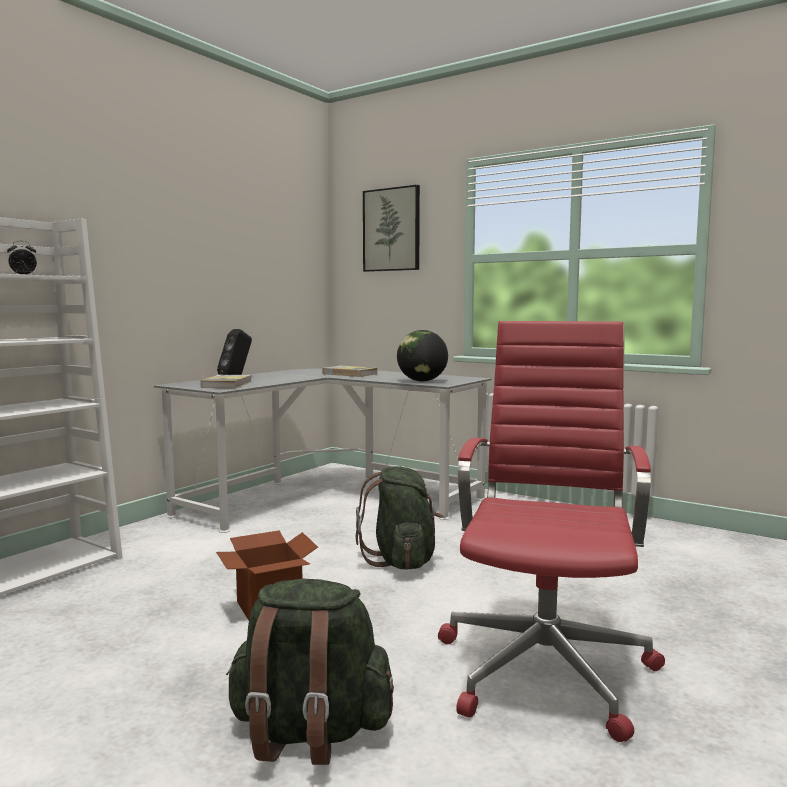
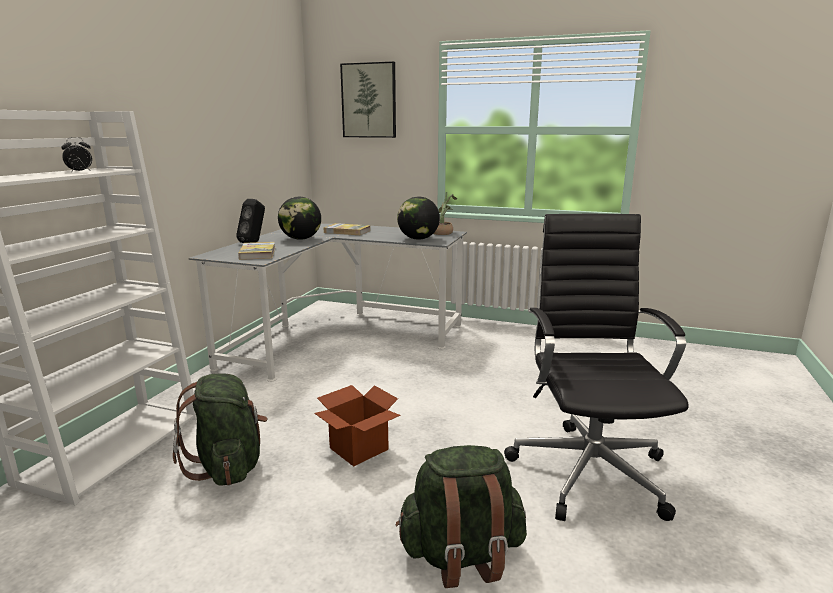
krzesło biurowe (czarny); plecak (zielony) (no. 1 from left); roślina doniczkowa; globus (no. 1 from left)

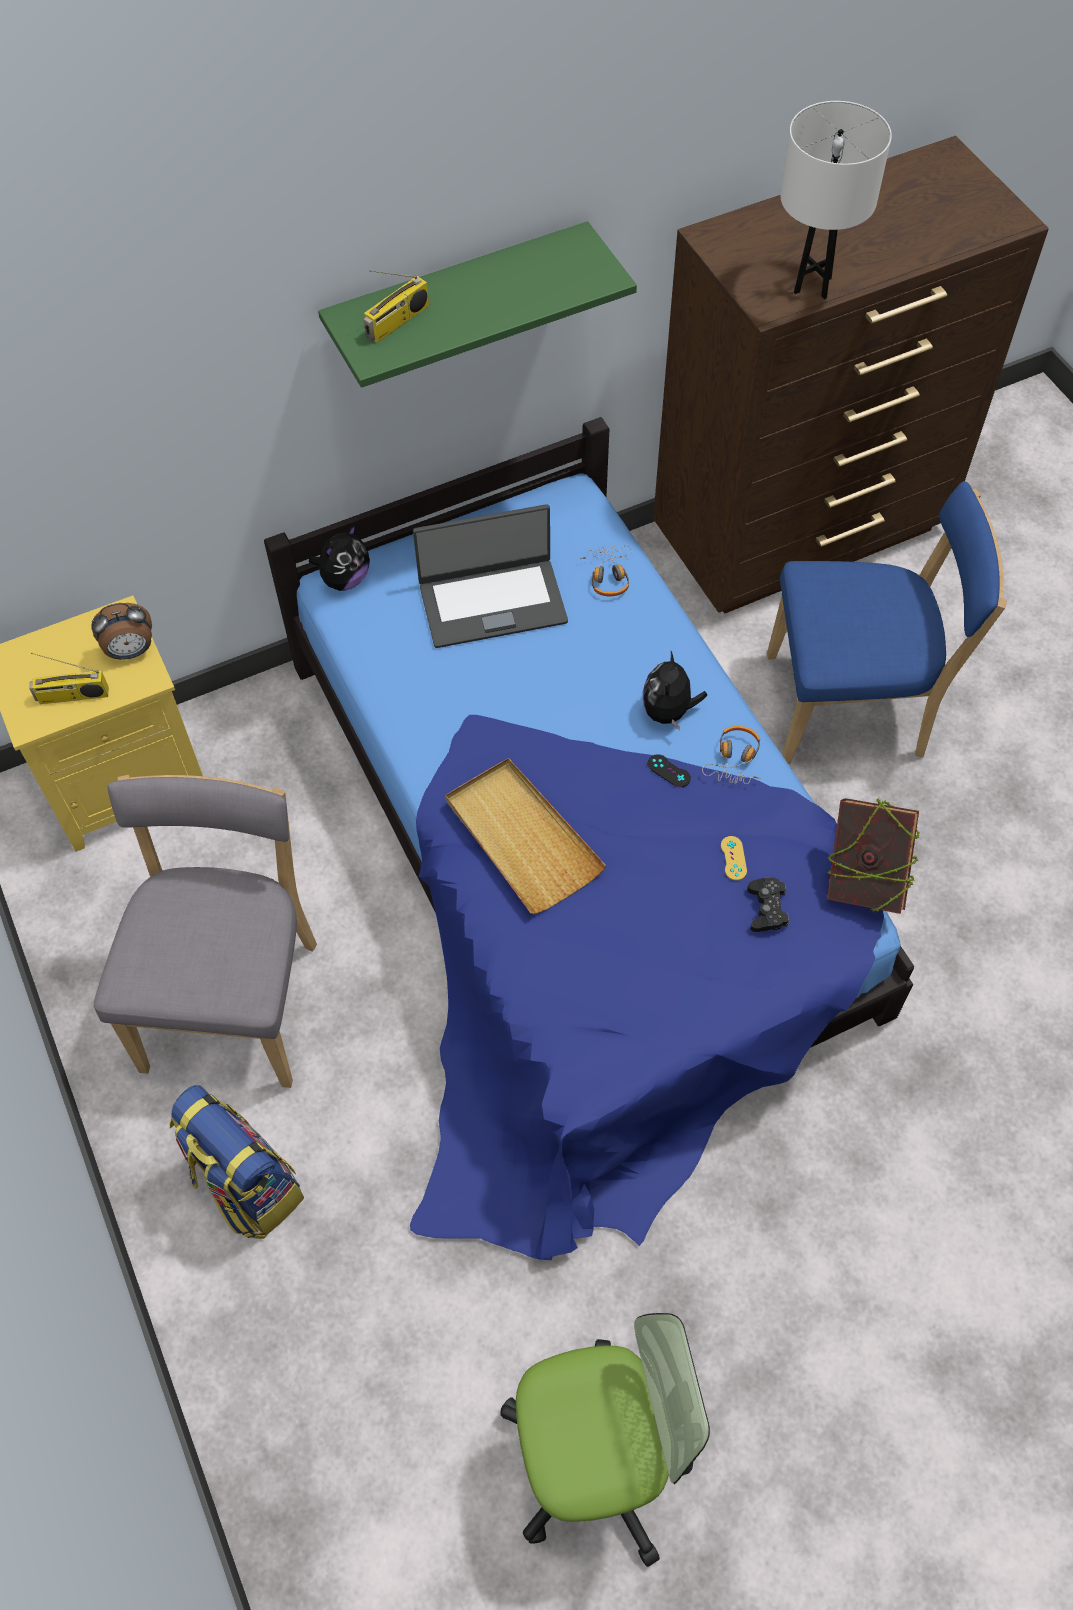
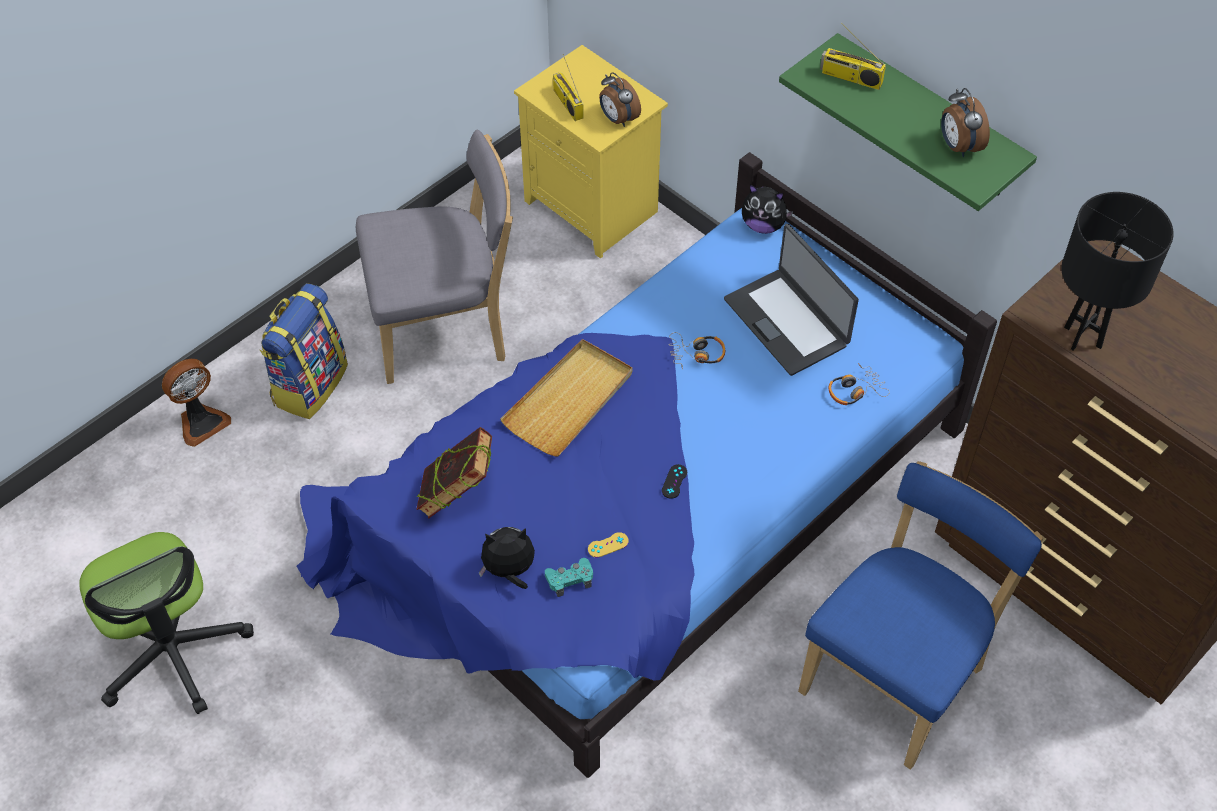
lampa stołowa (czarny); krzesło (niebieski); pluszak (no. 1 from left); słuchawki (no. 1 from left); książka; pad do gier (turkusowy); budzik (no. 2 from left); wentylator

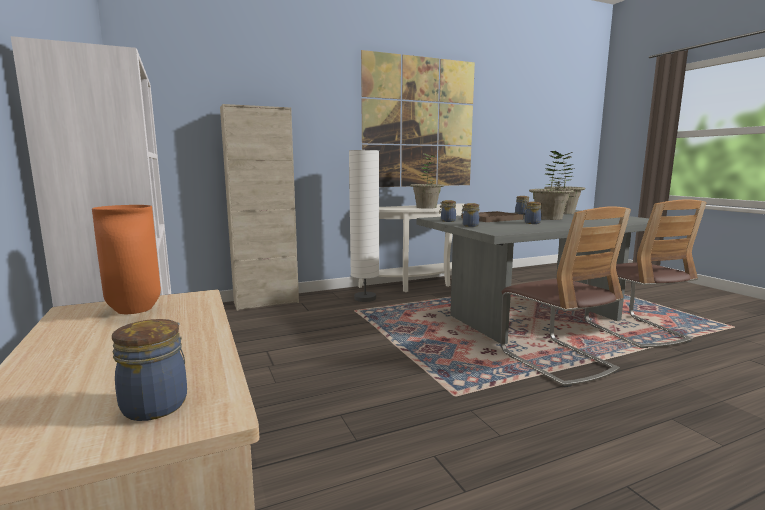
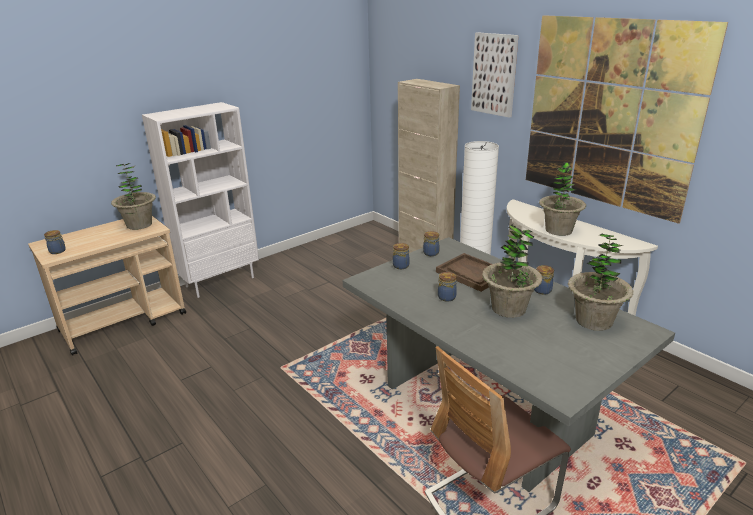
roślina doniczkowa (no. 1 from left); krzesło (no. 1 from left in the first image); obraz (no. 1 from left)

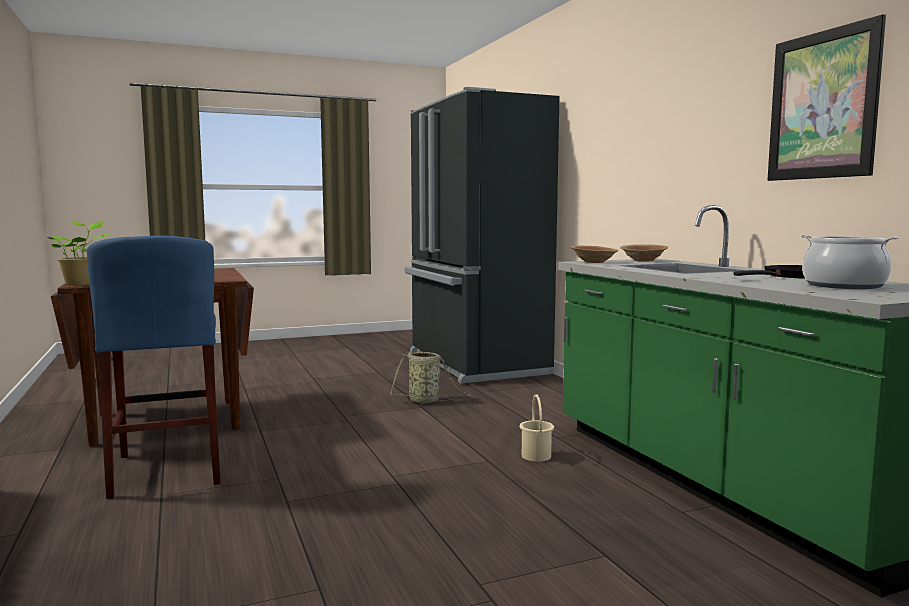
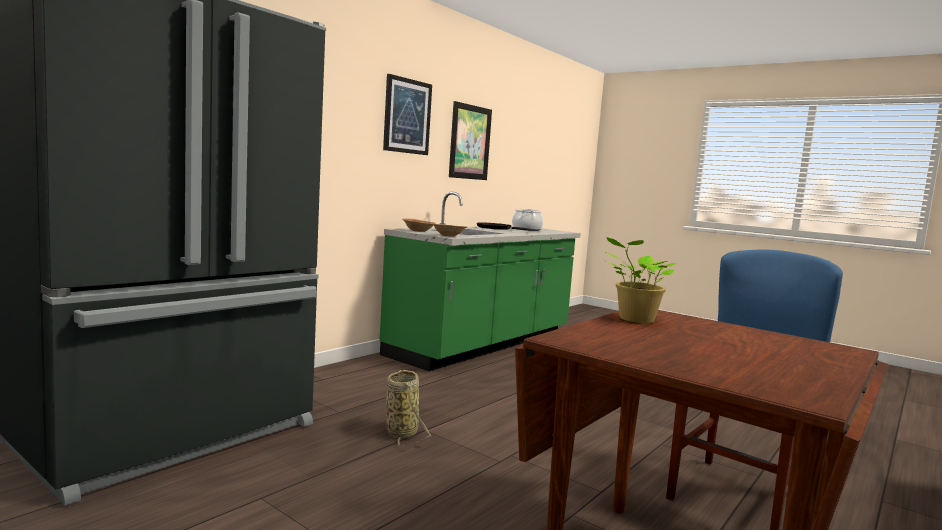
roślina doniczkowa; wiadro (beżowy); obraz (no. 1 from left)

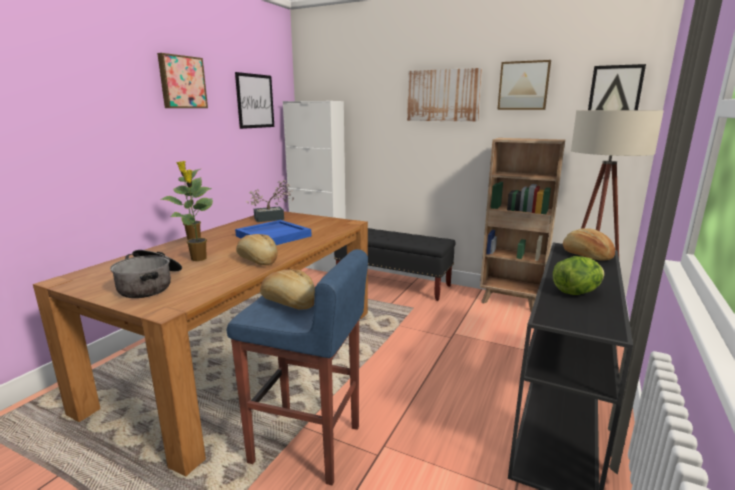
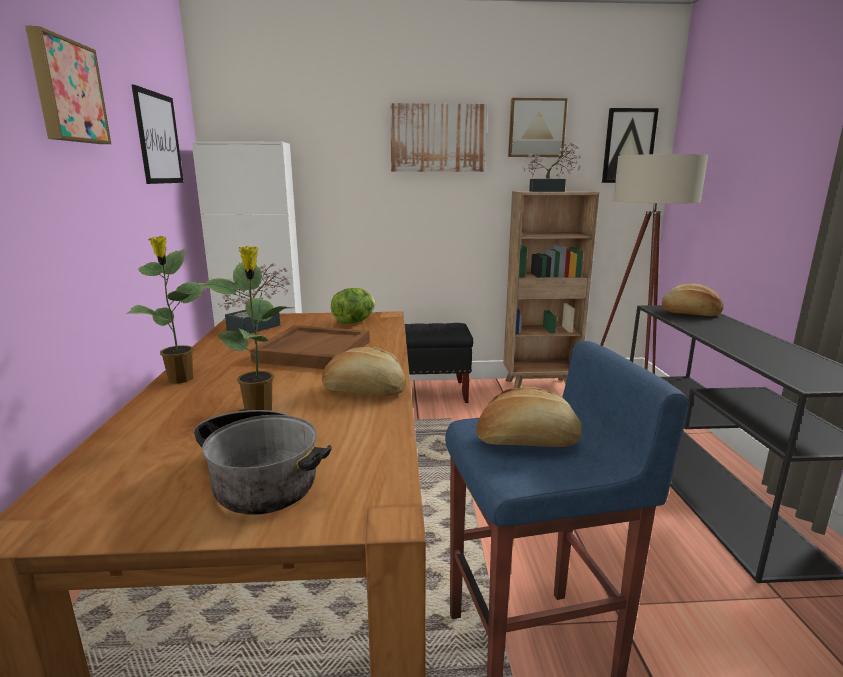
taca (brązowy); sałata; roślina doniczkowa (no. 4 from left)

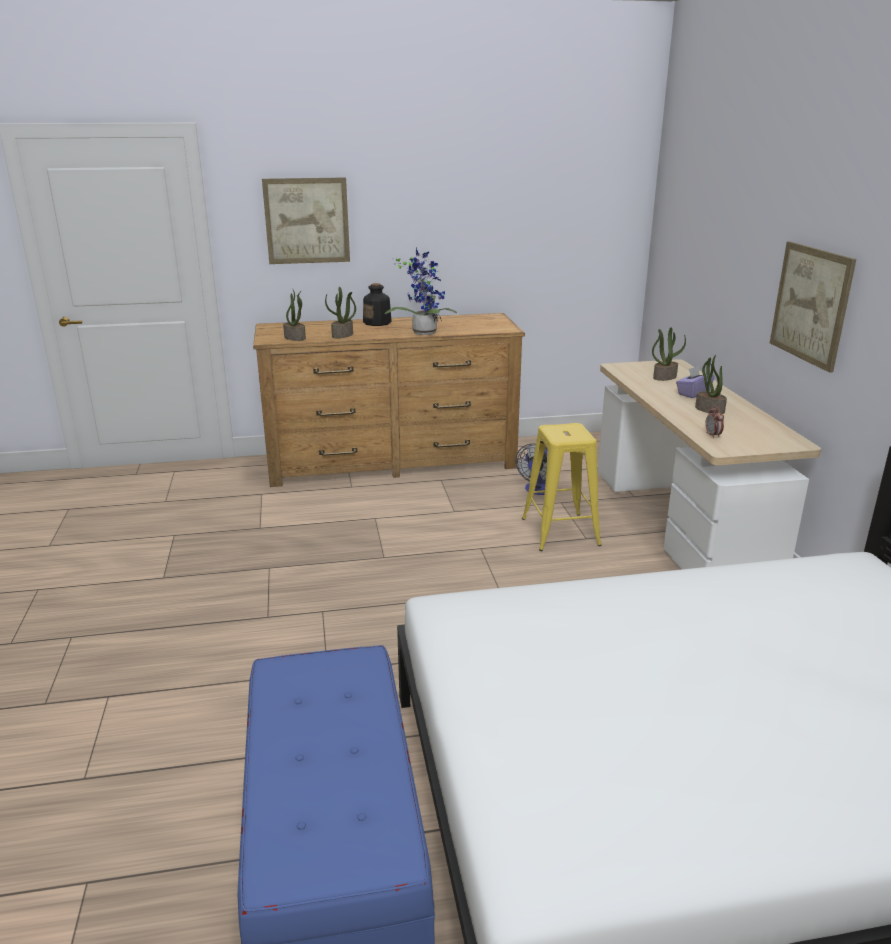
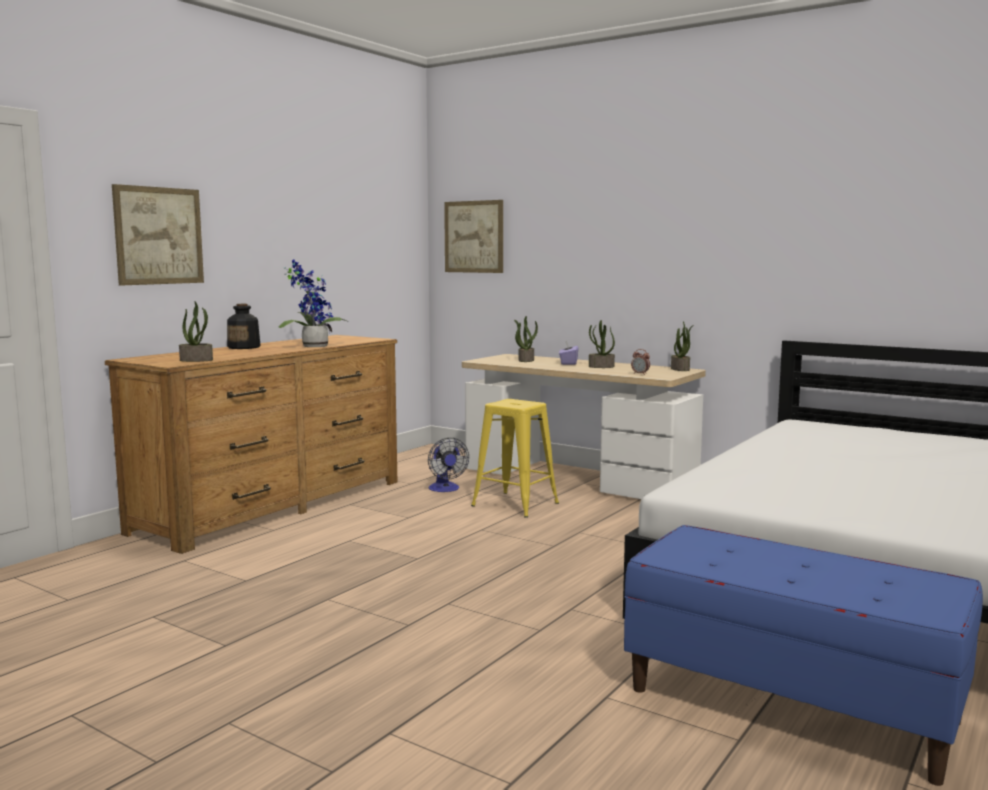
obraz (no. 2 from left); roślina doniczkowa (no. 5 from left)

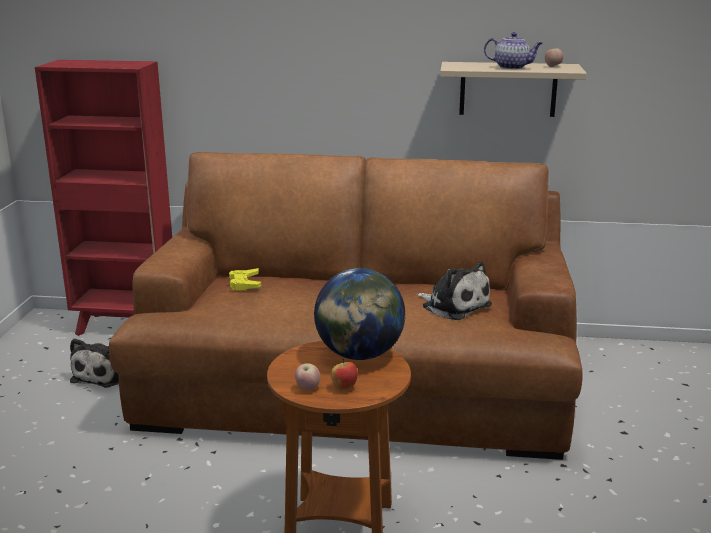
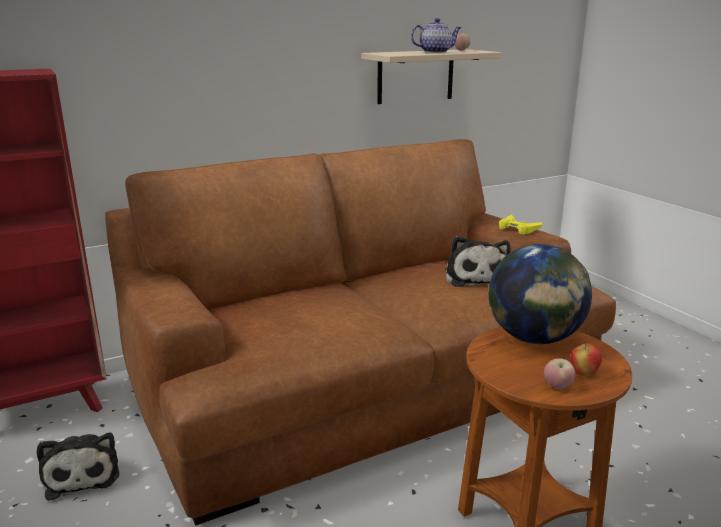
pluszak (no. 2 from left); pad do gier (żółty)

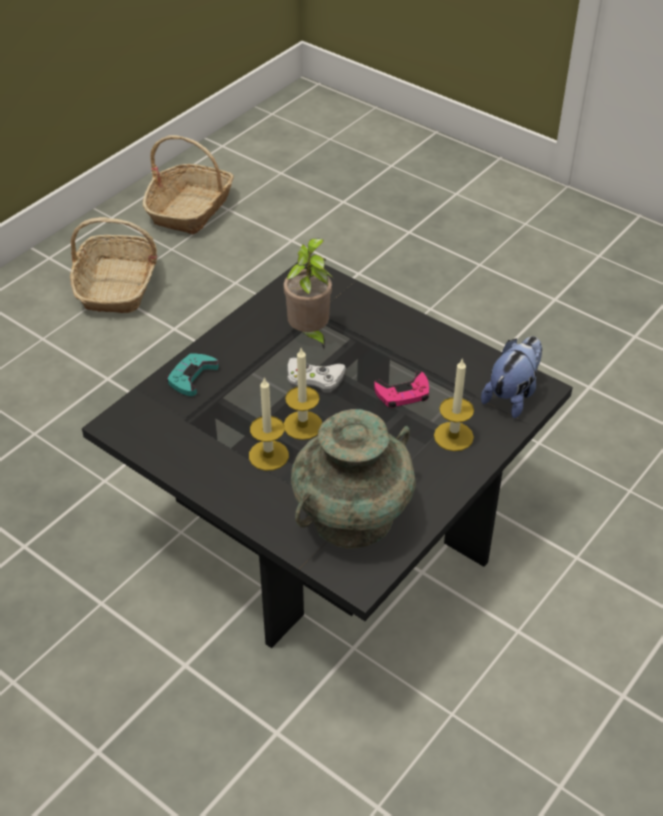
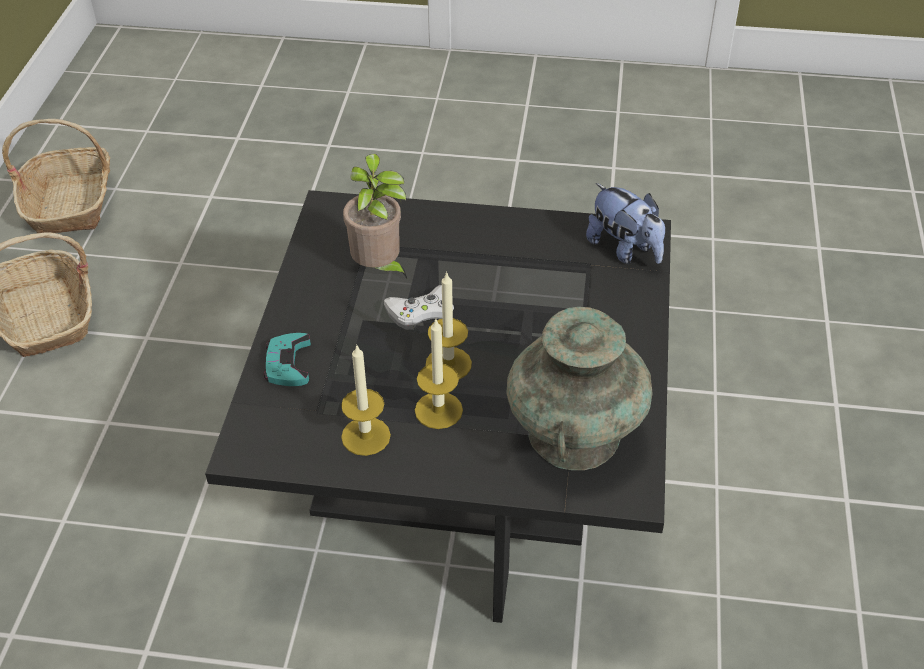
pluszak; świeca (no. 1 from left); pad do gier (różowy)

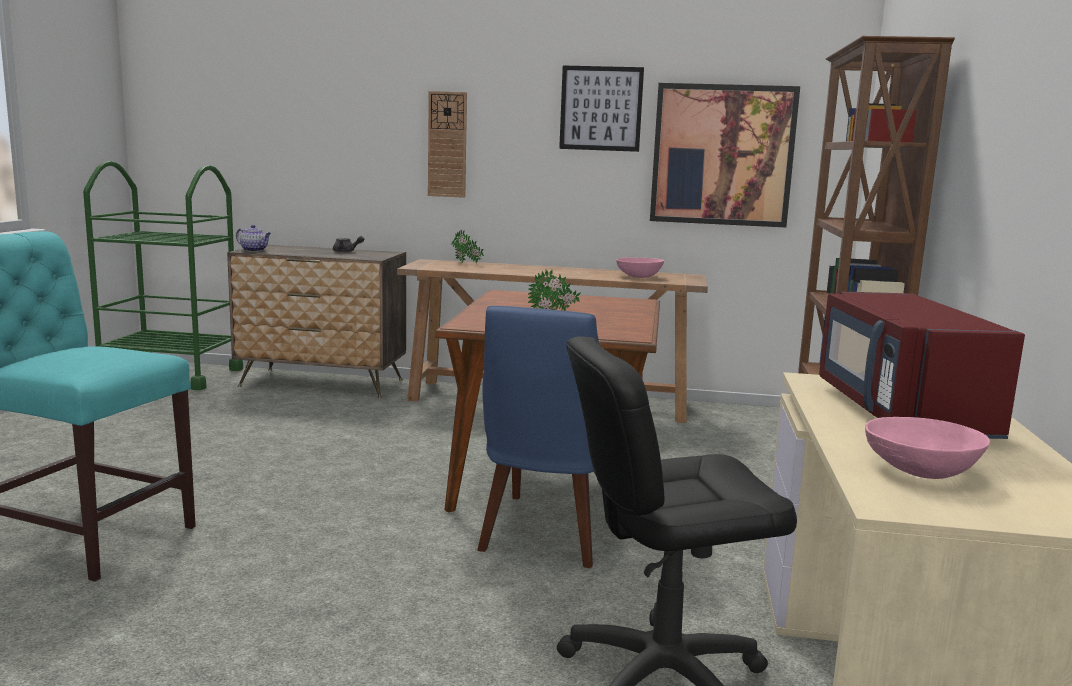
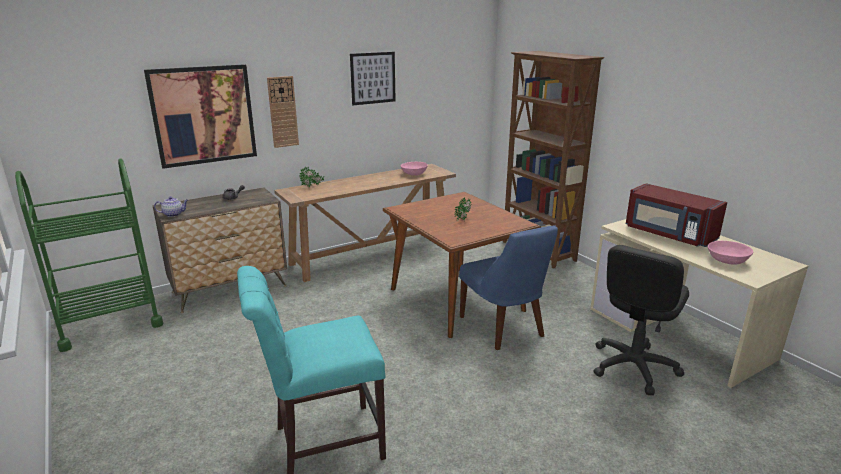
obraz (no. 1 from left)

